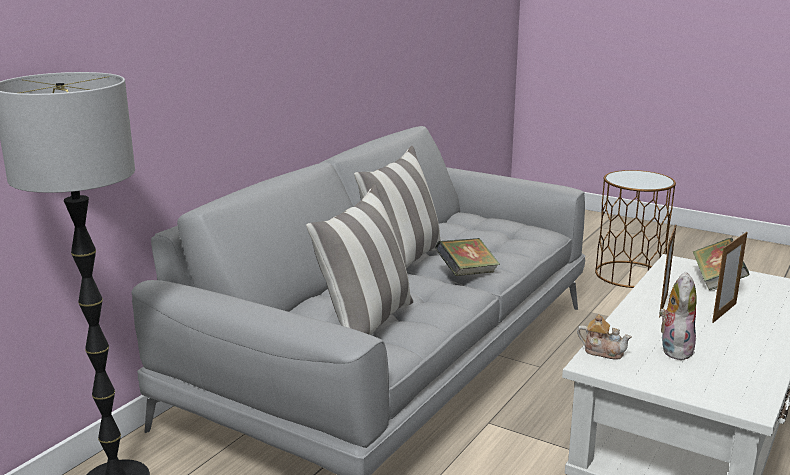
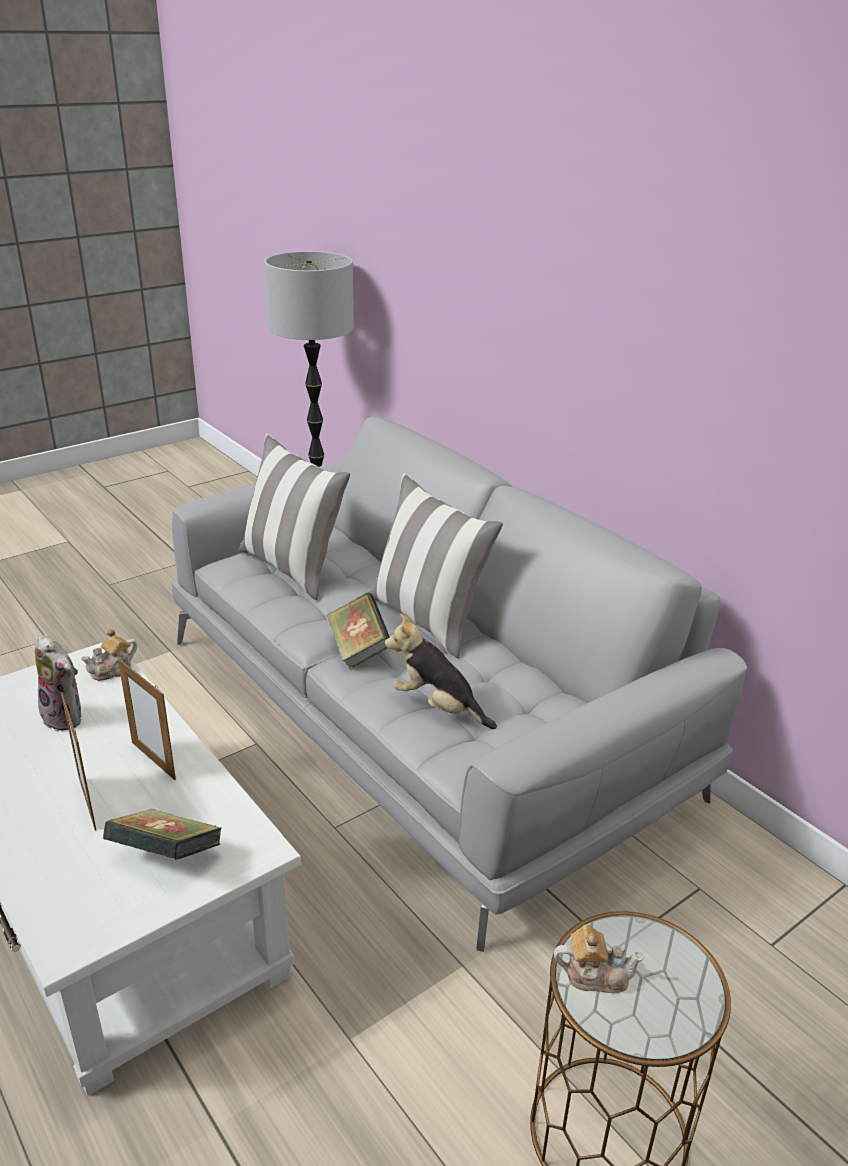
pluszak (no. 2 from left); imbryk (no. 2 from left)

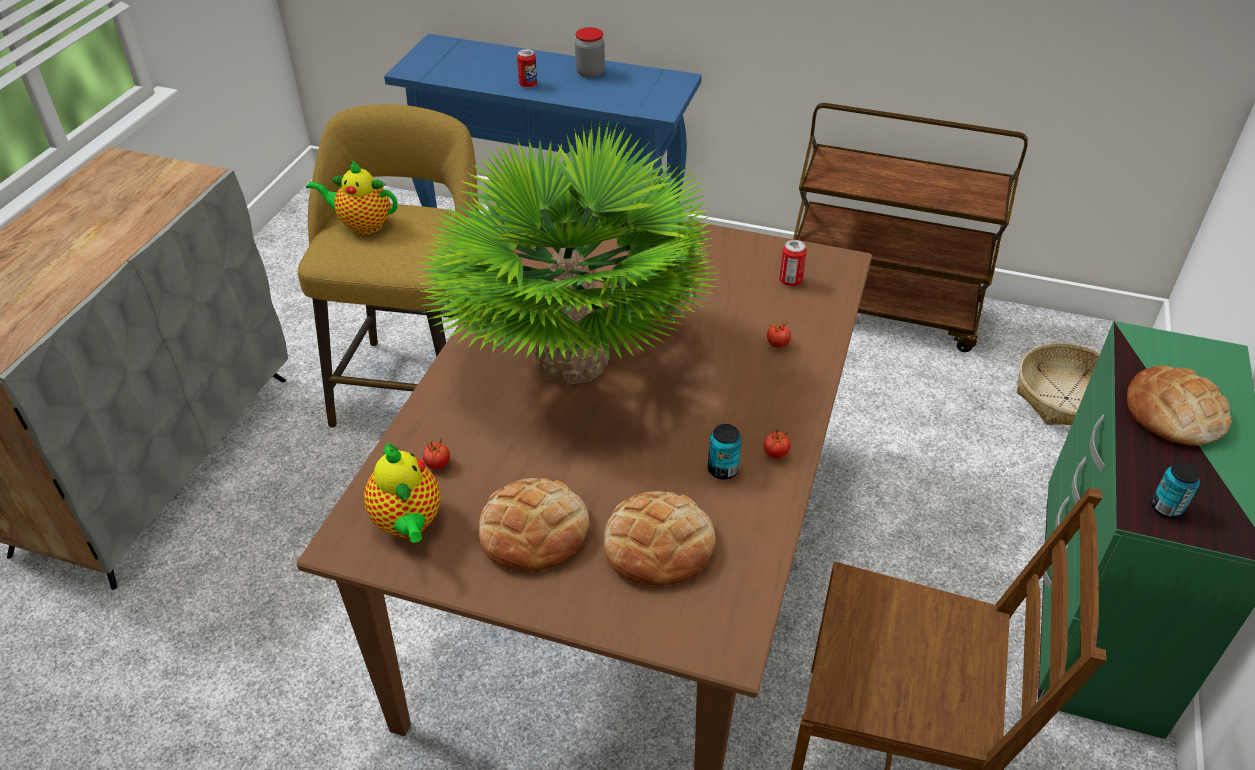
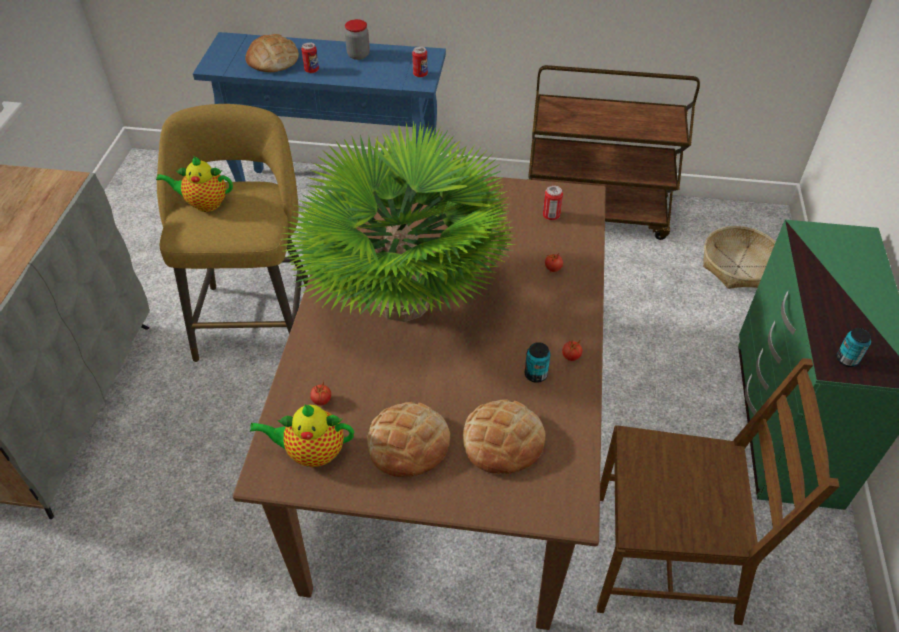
chleb (no. 1 from left); imbryk (no. 2 from left); puszka (no. 2 from left)

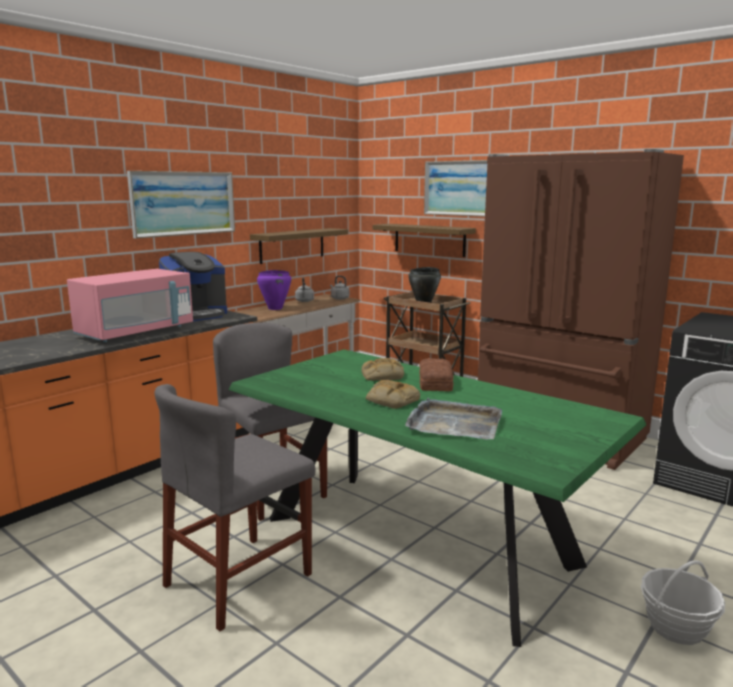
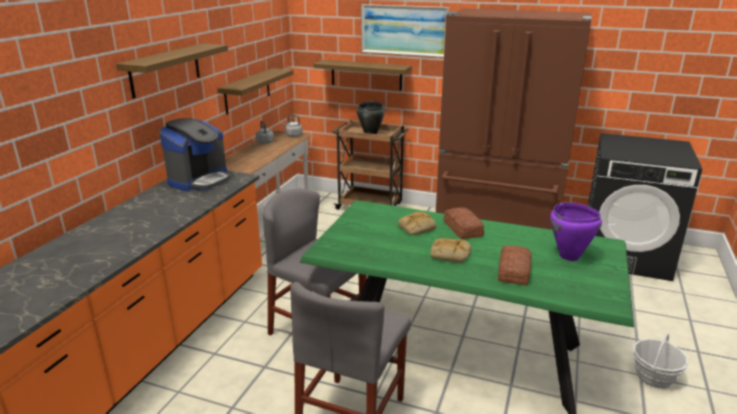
półka (no. 1 from left); mikrofalówka (różowy); garnek (fioletowy); chleb (no. 4 from left)

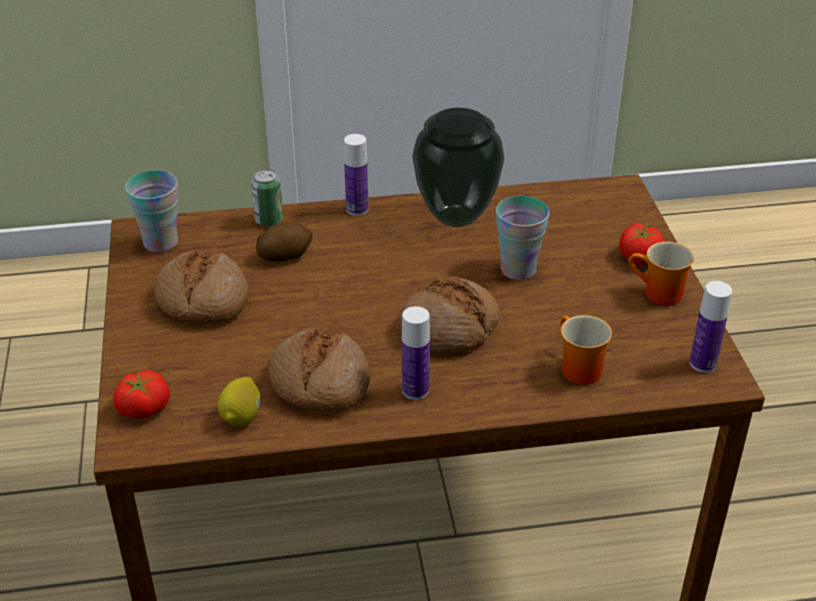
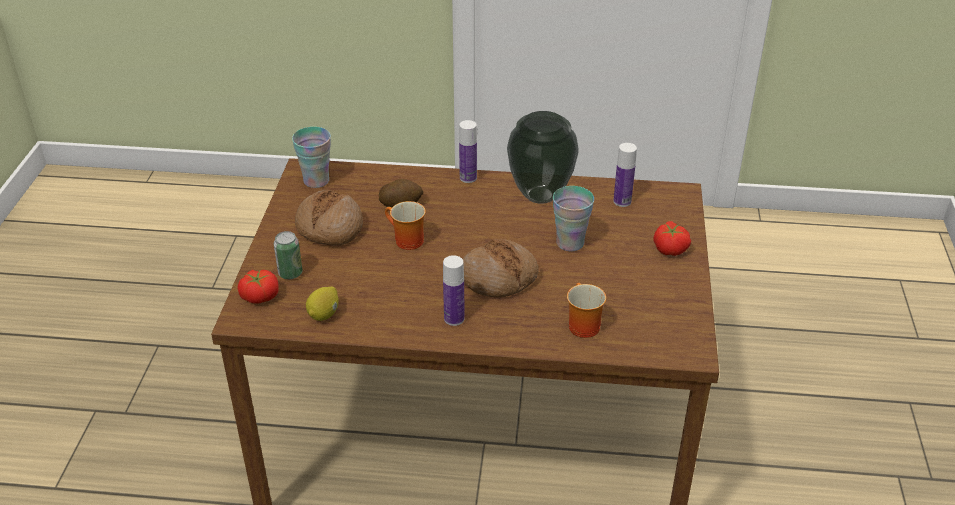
puszka; kubek (no. 1 from left); butelka (no. 3 from left); chleb (no. 2 from left in the first image)

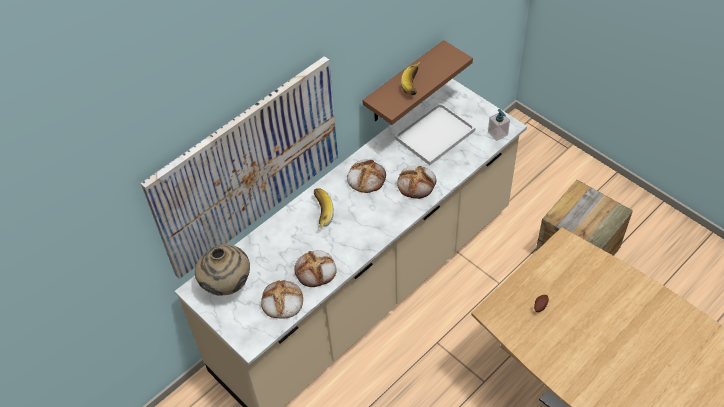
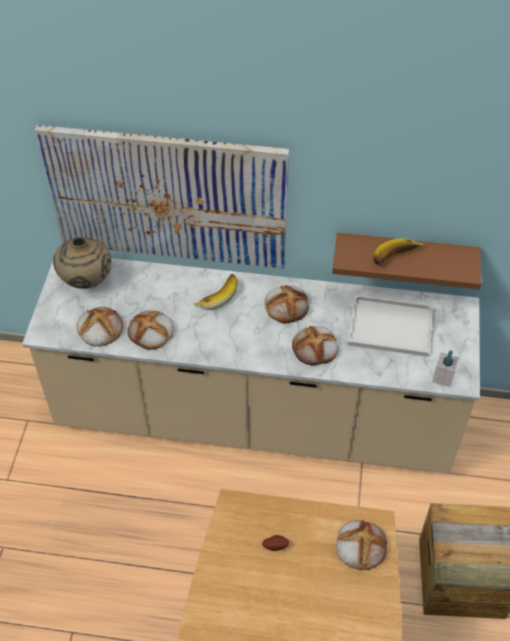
chleb (no. 5 from left)

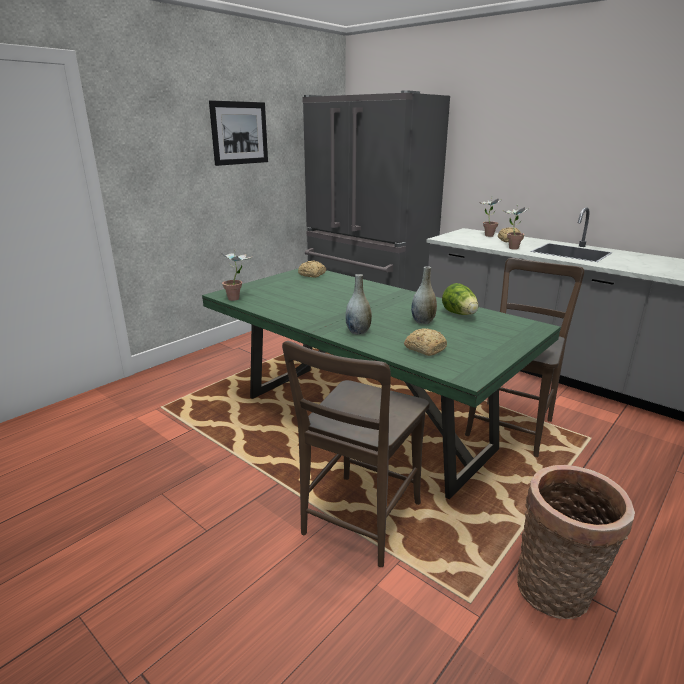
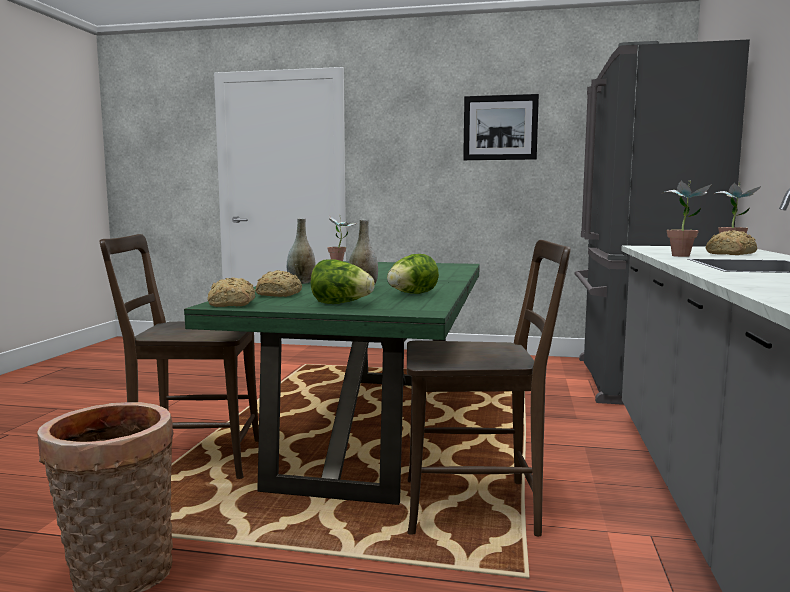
chleb (no. 1 from left); sałata (no. 1 from left)

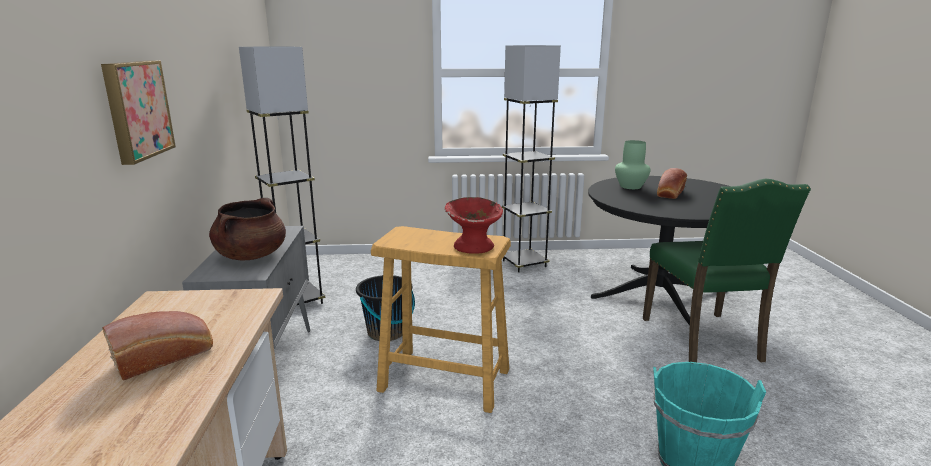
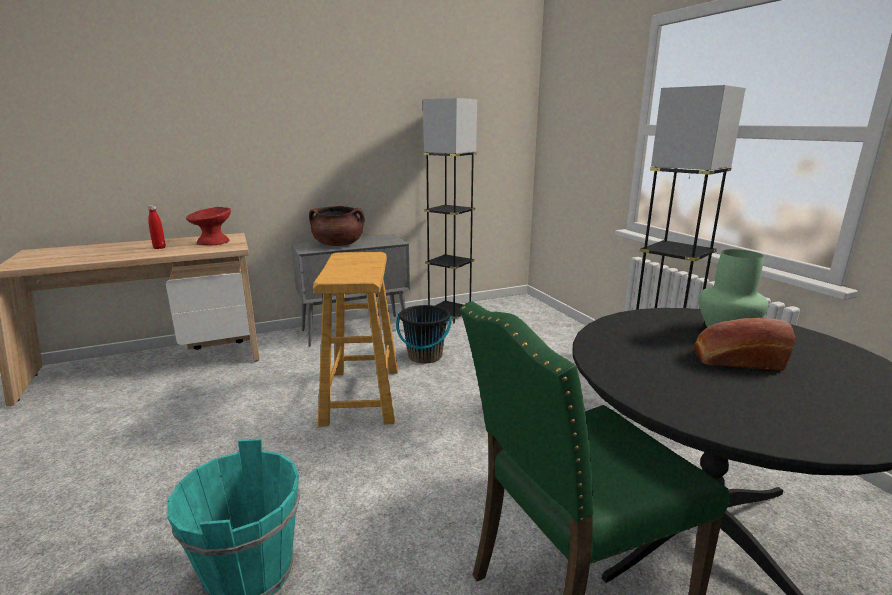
obraz; miska (czerwony); butelka (czerwony)

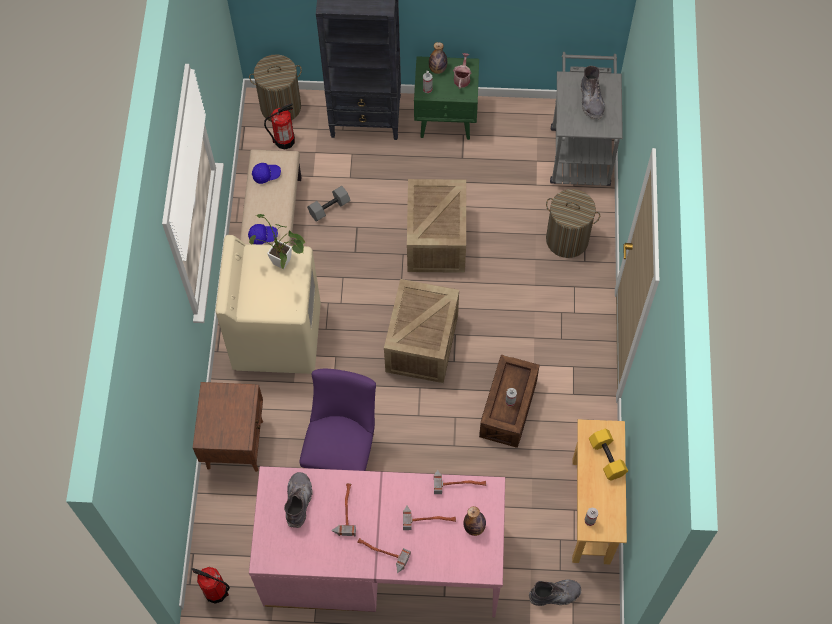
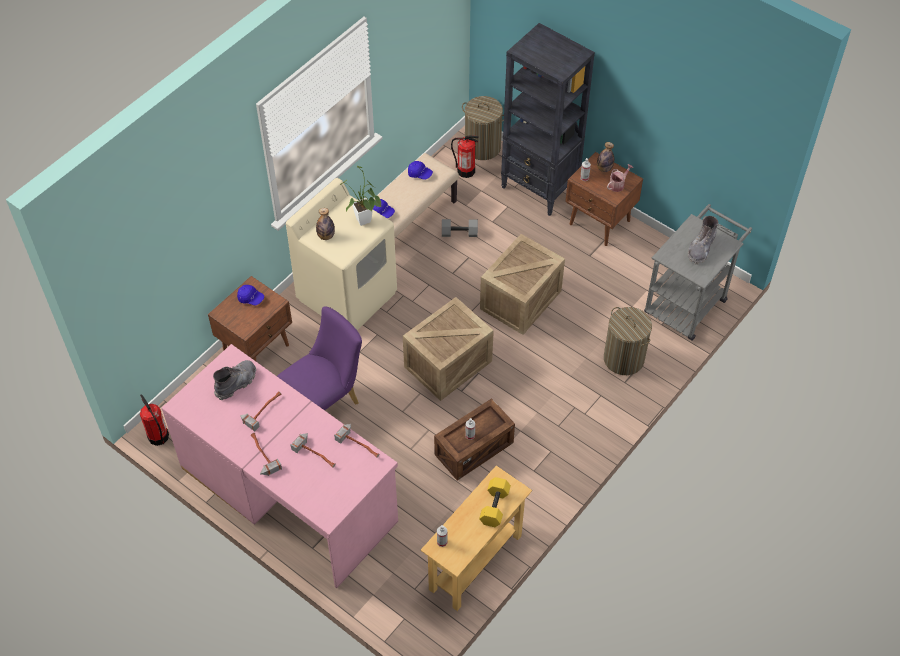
szafka nocna (brązowy) (no. 2 from left); butelka (no. 1 from left); but z cholewką (szary) (no. 2 from left in the first image); czapka z daszkiem (niebieski) (no. 1 from left)

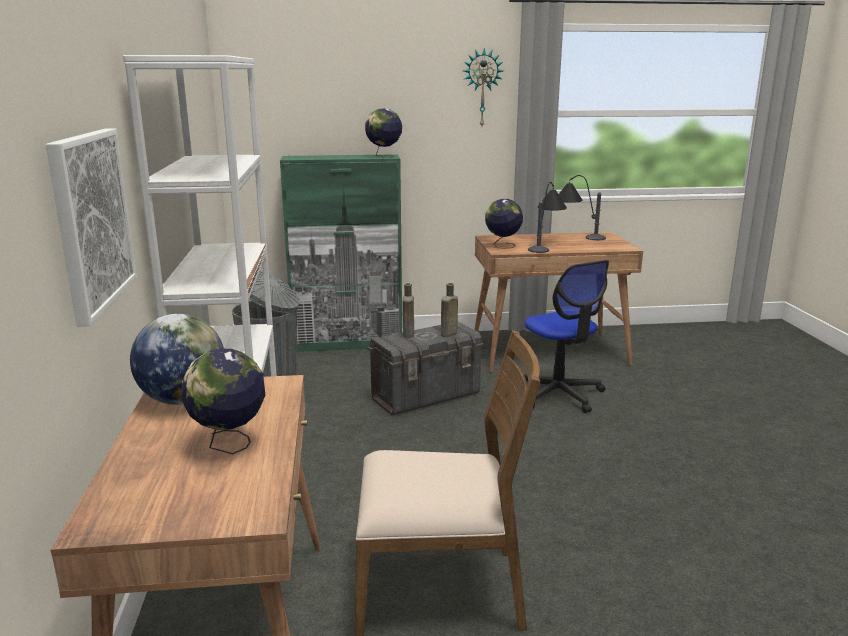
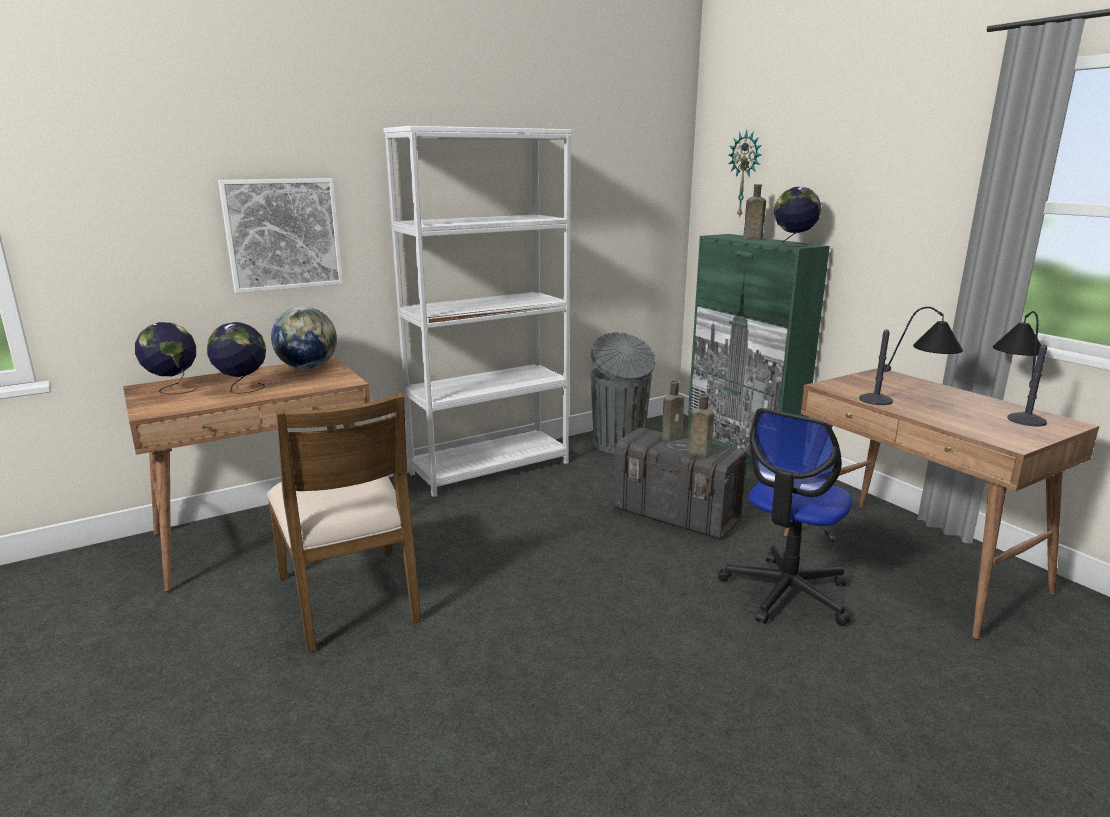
zegar ścienny; globus (no. 1 from left); butelka (brązowy) (no. 3 from left)

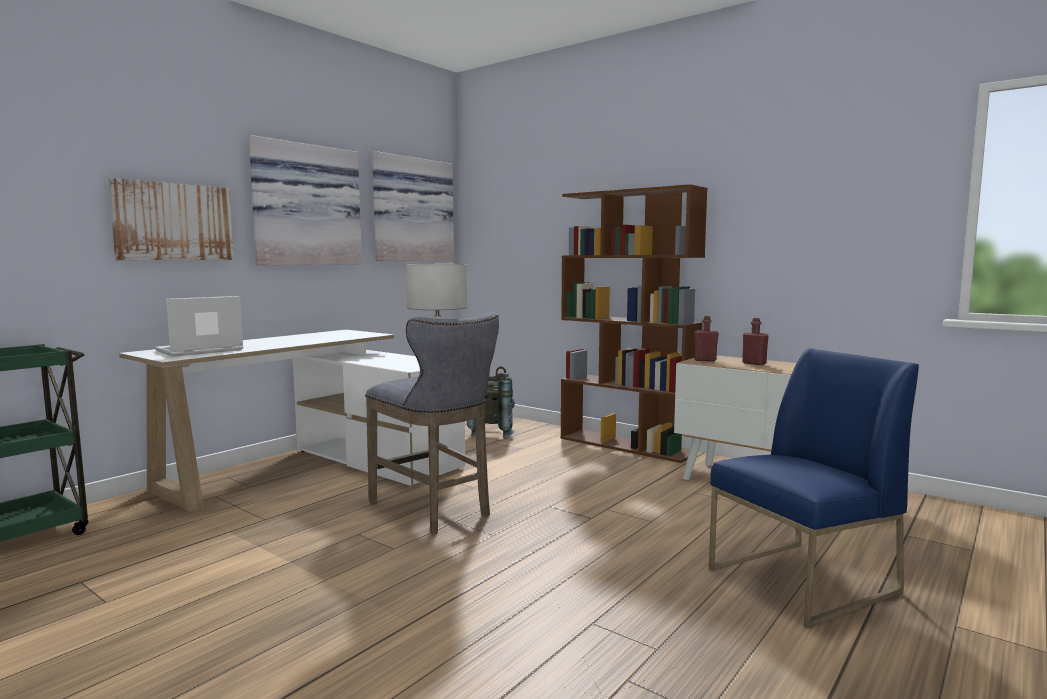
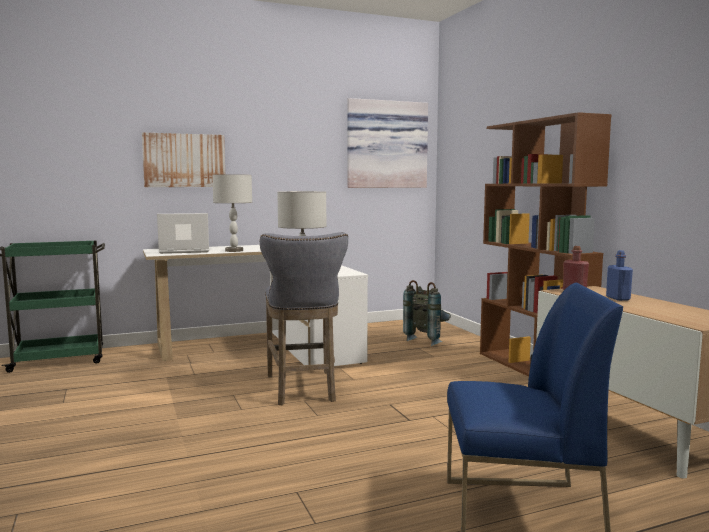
obraz (no. 2 from left in the first image); butelka (niebieski); lampa stołowa (szary) (no. 1 from left)

